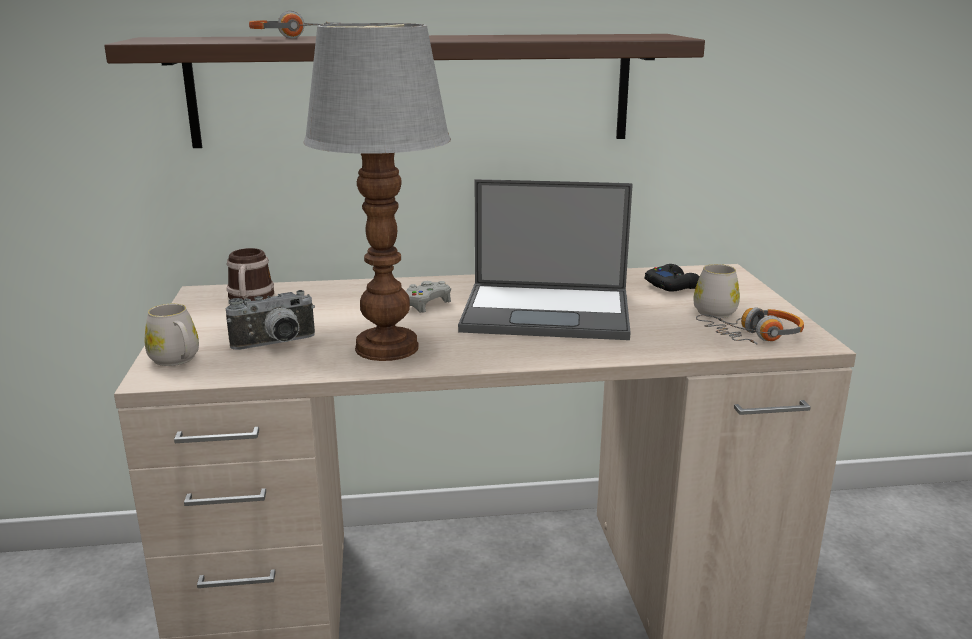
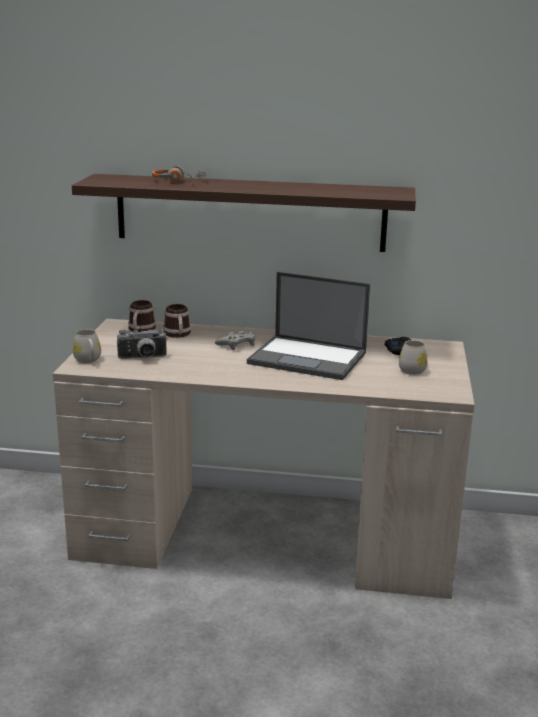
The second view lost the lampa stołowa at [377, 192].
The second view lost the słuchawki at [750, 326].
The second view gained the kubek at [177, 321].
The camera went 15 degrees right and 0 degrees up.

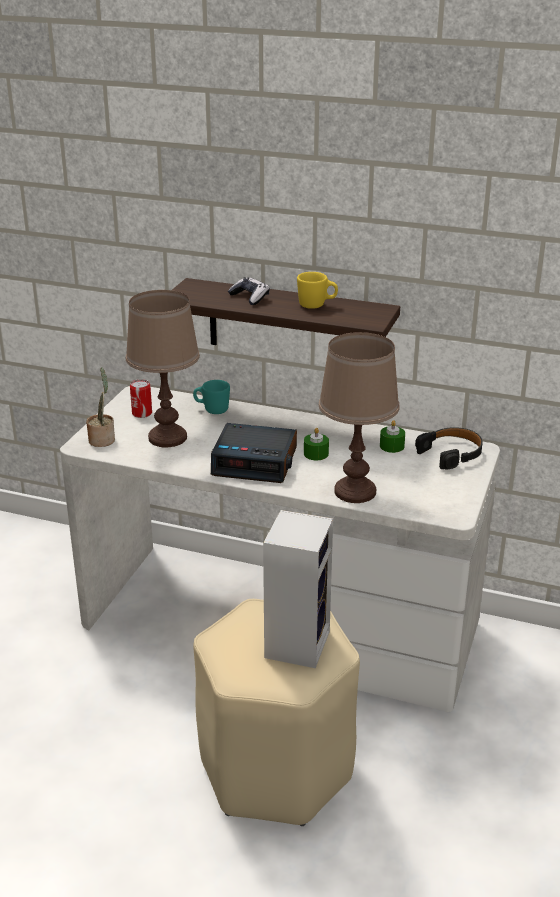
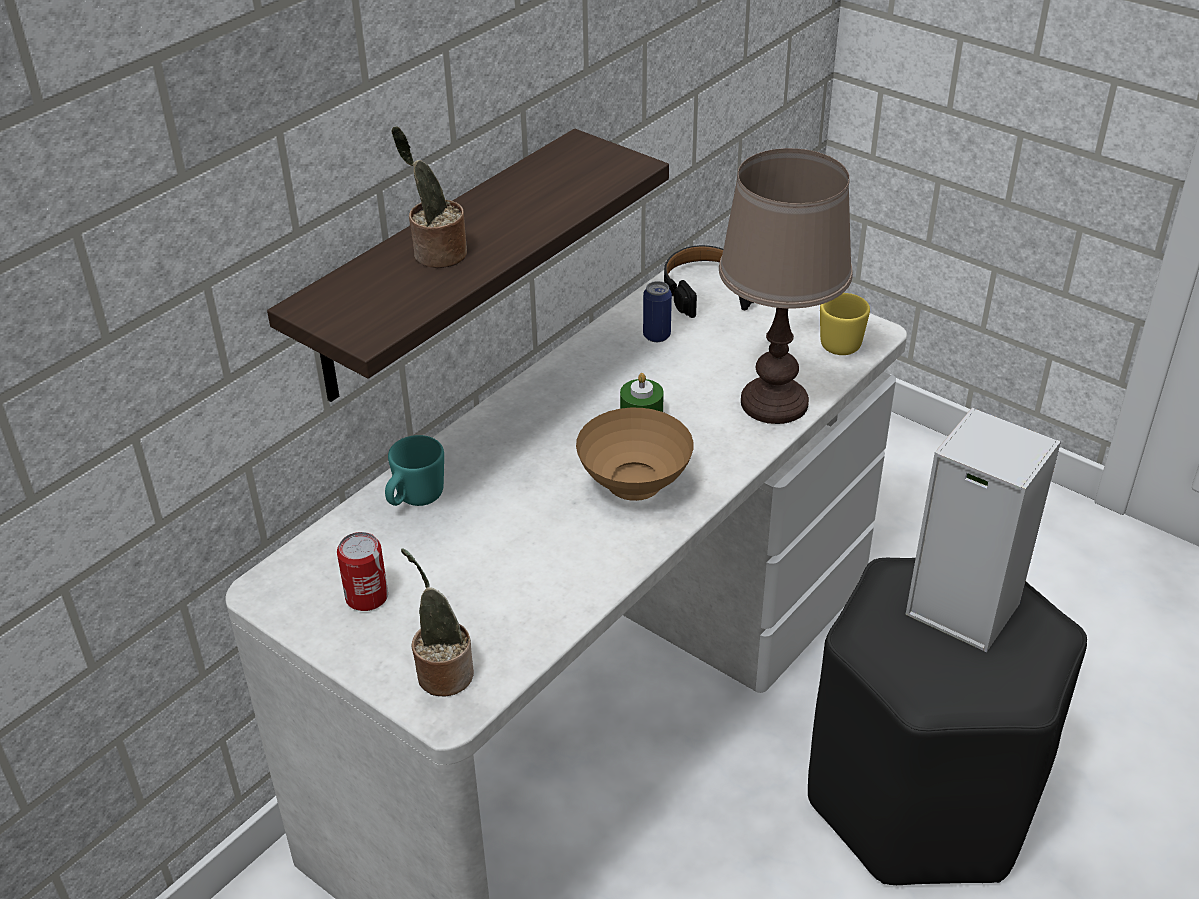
The second view lost the lampa stołowa [brązowy] at [163, 368].
What was the stołek [beżowy] at [276, 712] turned into the stołek [czarny] at [947, 721].
Where the budzik stood at [254, 453], the miska [brązowy] came to stand at [634, 454].
Where the pad do gier stood at [249, 291], the roślina doniczkowa came to stand at [429, 197].
The kubek [żółty] ended up elsewhere, having gone from [317, 290] to [845, 324].
Where the świeca [zielony] stood at [392, 436], the puszka came to stand at [657, 311].
The camera went 70 degrees left and 10 degrees up.

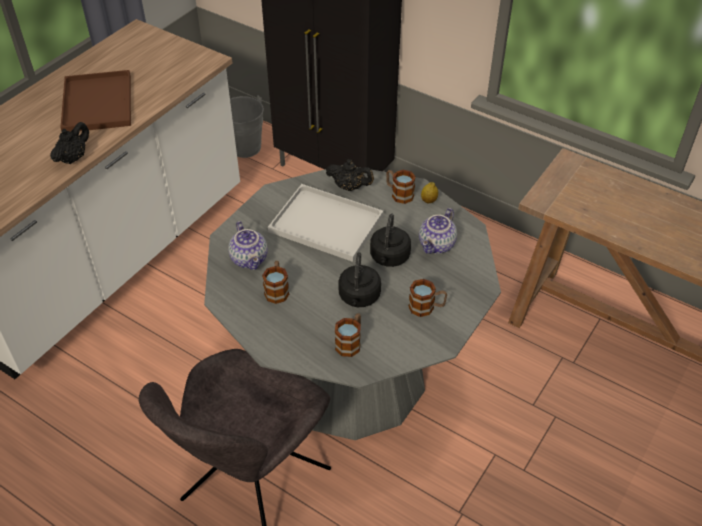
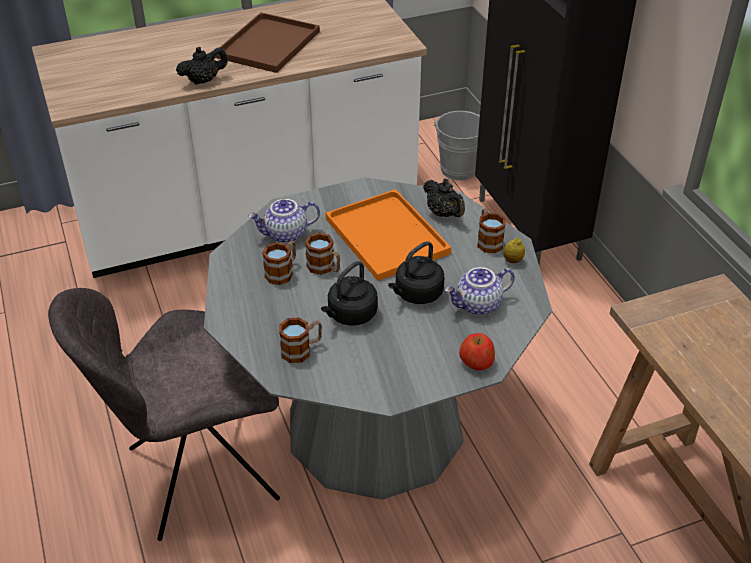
The imbryk at [248, 245] ended up facing another way, 60 degrees clockwise from before.
What was the taca [biały] at [326, 223] turned into the taca [pomarańczowy] at [388, 235].
The kubek ended up elsewhere, having gone from [427, 298] to [322, 254].
The second view gained the jabłko at [477, 352].
The camera went 35 degrees right and 5 degrees down.

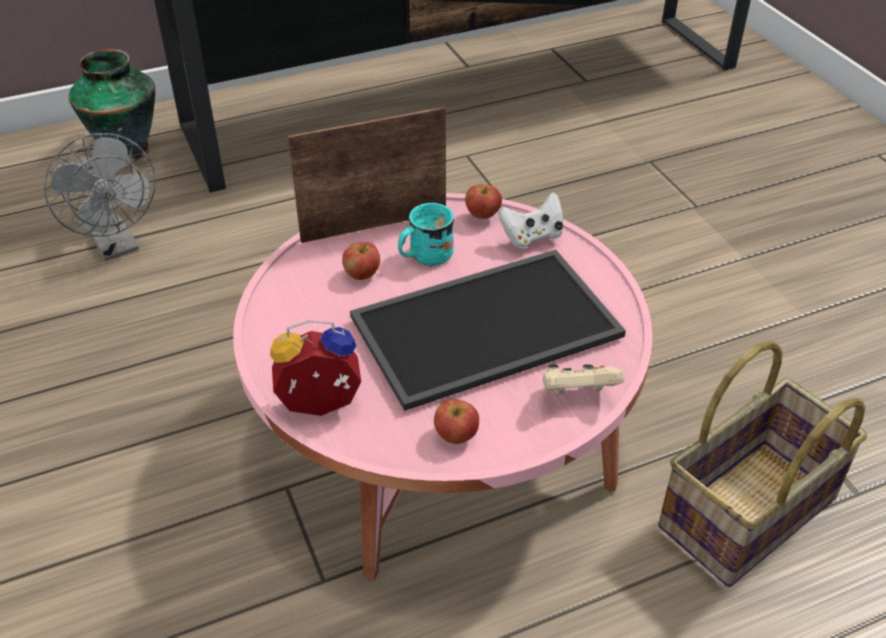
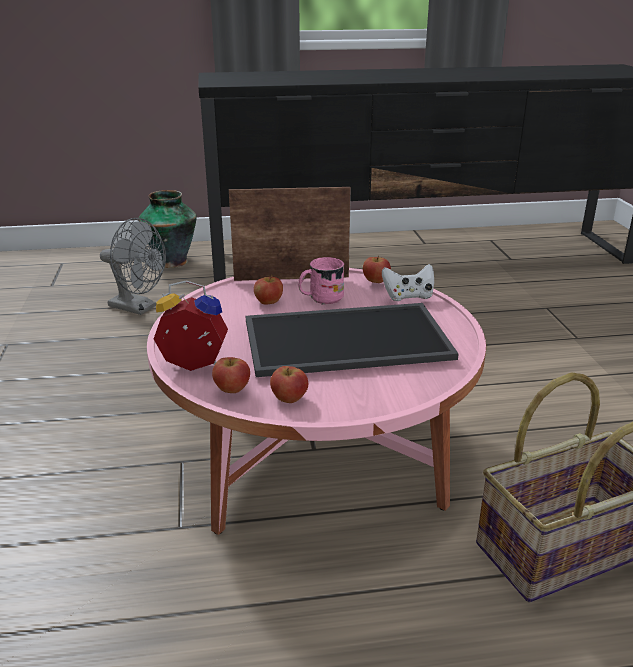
The wentylator [szary] at [100, 197] ended up facing another way, 45 degrees counterclockwise from before.
What was the kubek [turkusowy] at [426, 235] turned into the kubek [różowy] at [321, 281].
The second view lost the pad do gier [beżowy] at [584, 379].
The second view gained the jabłko at [231, 375].
The camera went 15 degrees right and 15 degrees down.

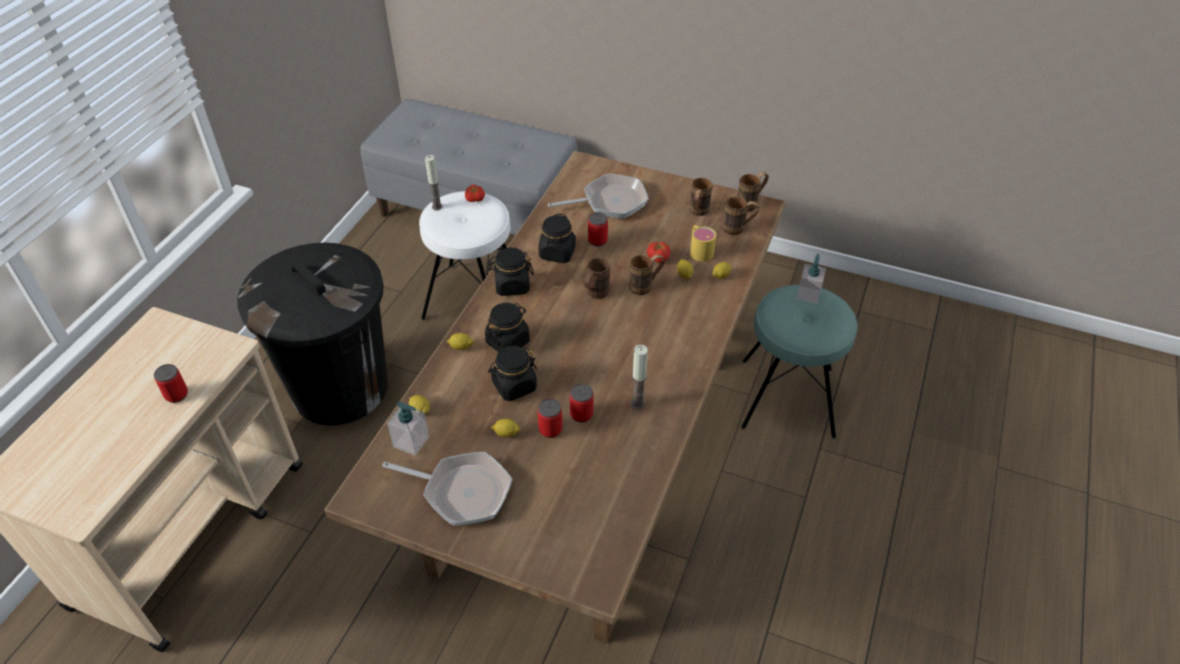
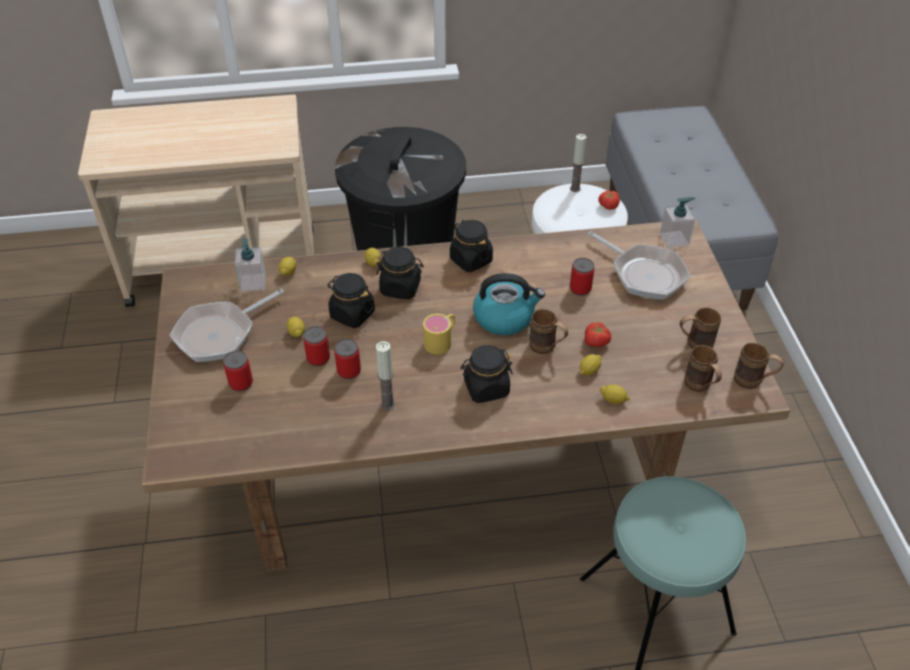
The puszka ended up elsewhere, having gone from [171, 383] to [238, 371].
The patelnia at [447, 489] ended up facing another way, 60 degrees clockwise from before.
The słoik [czarny] ended up elsewhere, having gone from [557, 238] to [486, 374].
Where the kubek [brązowy] stood at [597, 278], the czajnik came to stand at [509, 304].
The kubek [żółty] ended up elsewhere, having gone from [703, 243] to [439, 334].
The dozownik mydła ended up elsewhere, having gone from [811, 279] to [677, 222].
The camera went 60 degrees right and 0 degrees up.

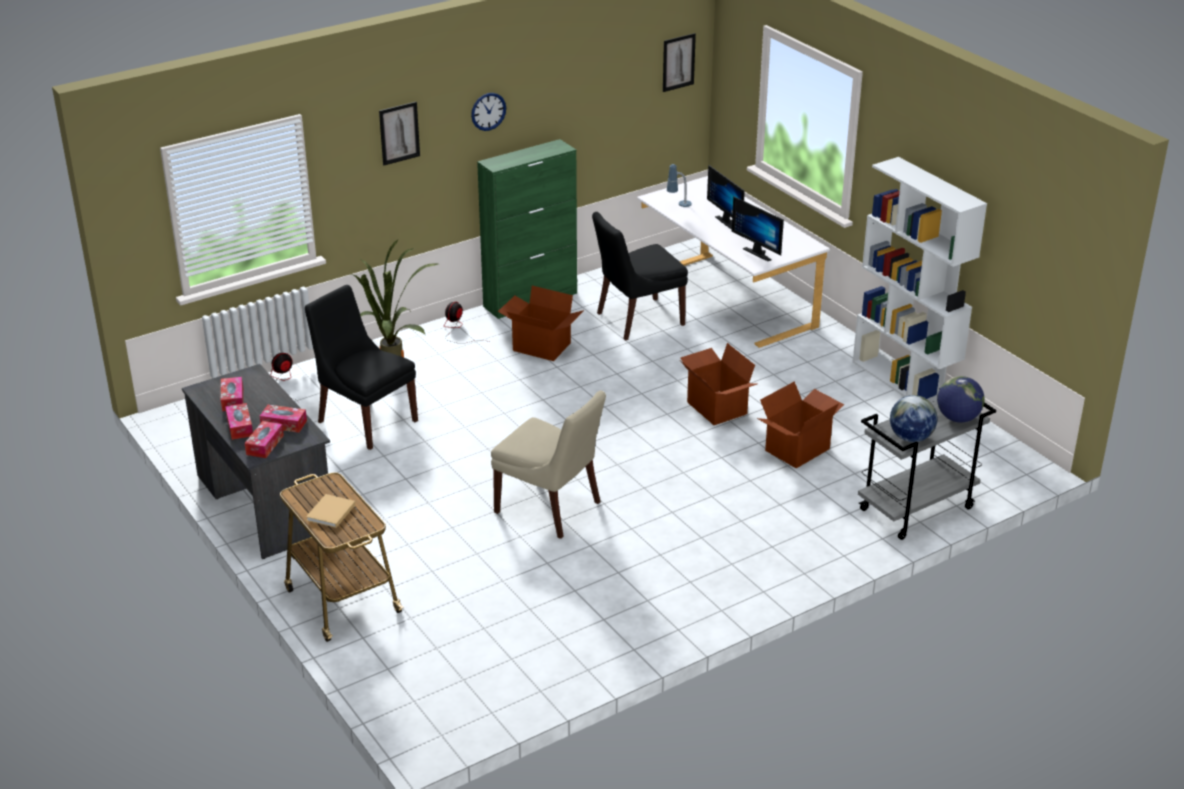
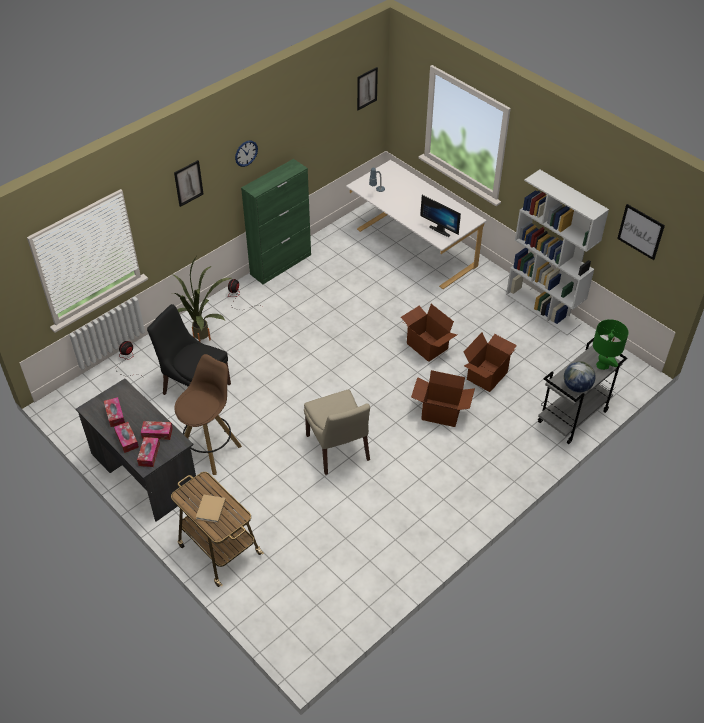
The krzesło [beżowy] at [548, 465] ended up facing another way, 45 degrees clockwise from before.
The karton ended up elsewhere, having gone from [541, 323] to [443, 398].
The second view lost the krzesło [czarny] at [640, 276].
The second view lost the monitor at [726, 197].
Where the globus stood at [961, 399], the lampa stołowa [zielony] came to stand at [611, 344].
The second view gained the stołek [brązowy] at [208, 414].
The second view gained the obraz at [641, 232].
The camera went 10 degrees left and 15 degrees up.

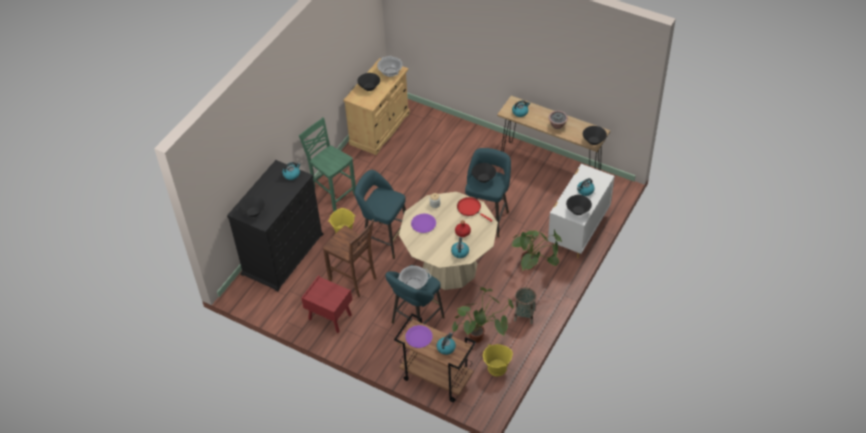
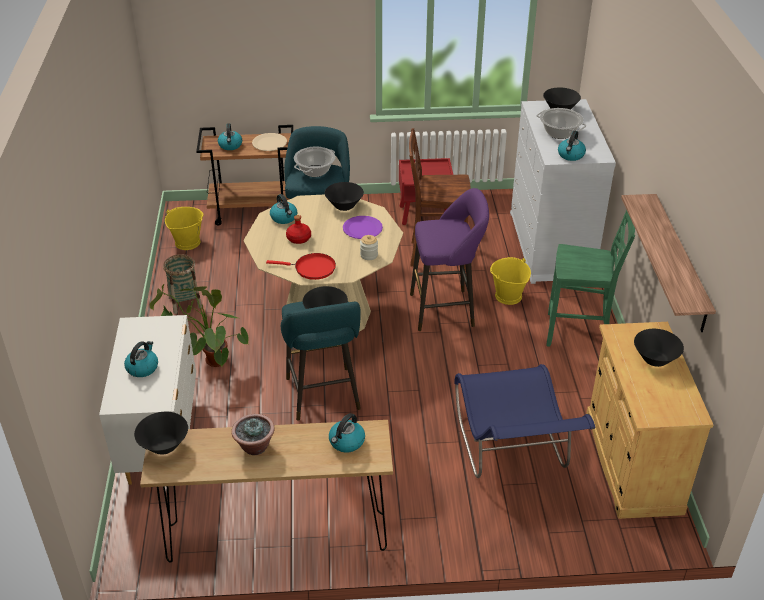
What was the komoda [czarny] at [275, 226] turned into the komoda [biały] at [563, 191].
What was the stołek [turkusowy] at [380, 214] turned into the stołek [fioletowy] at [449, 259].
The garnek ended up elsewhere, having gone from [390, 66] to [561, 123].
What was the talerz [fioletowy] at [419, 336] turned into the talerz [beżowy] at [269, 142].
The second view lost the roślina doniczkowa at [483, 315].
The miska [czarny] ended up elsewhere, having gone from [579, 205] to [344, 196].
The second view gained the krzesło [niebieski] at [525, 421].
The second view gained the półka at [668, 263].
The camera went 145 degrees right and 10 degrees down.

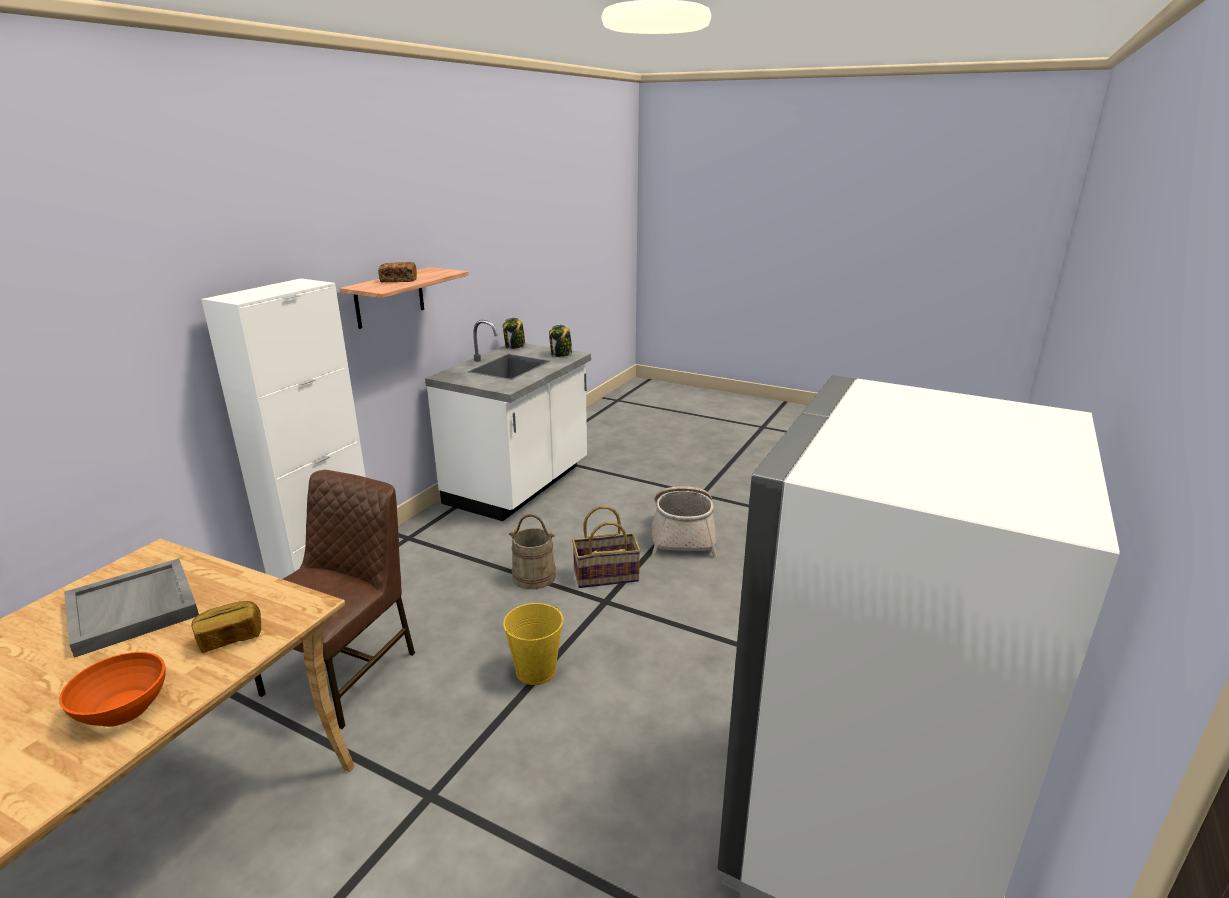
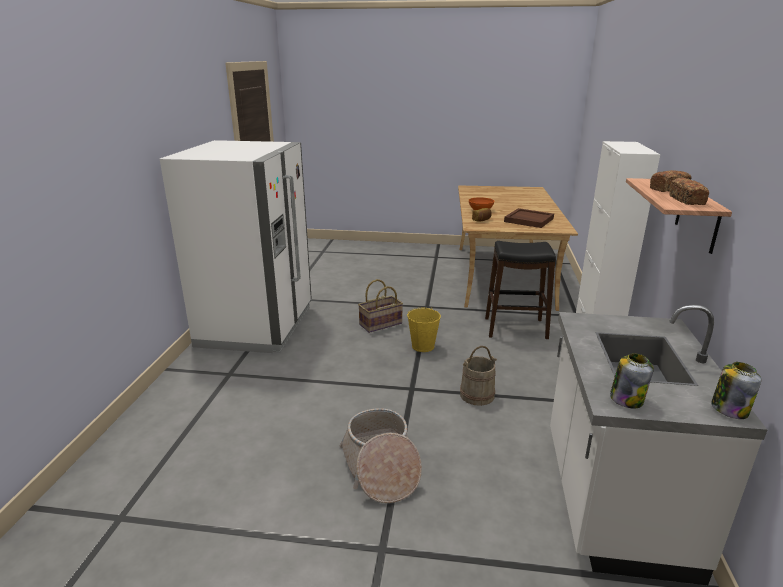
What was the taca [szary] at [131, 608] turned into the taca [brązowy] at [529, 218].
Where the krzesło [brązowy] stood at [335, 599], the stołek [czarny] came to stand at [520, 290].
The koszyk ended up elsewhere, having gone from [606, 547] to [380, 306].
The second view gained the chleb at [689, 191].
The camera went 160 degrees right and 0 degrees up.

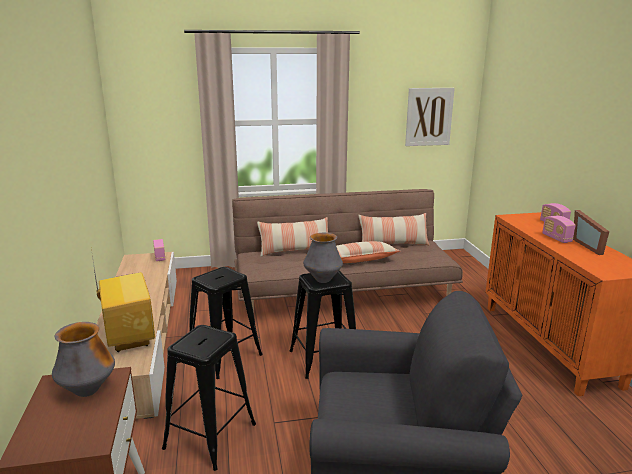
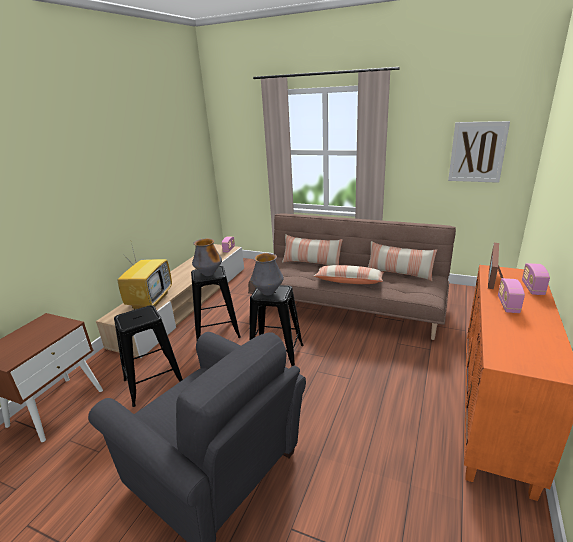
The wazon ended up elsewhere, having gone from [83, 359] to [207, 257].
The ramka na zdjęcie ended up elsewhere, having gone from [591, 232] to [495, 266].
The camera went 35 degrees right and 5 degrees up.

